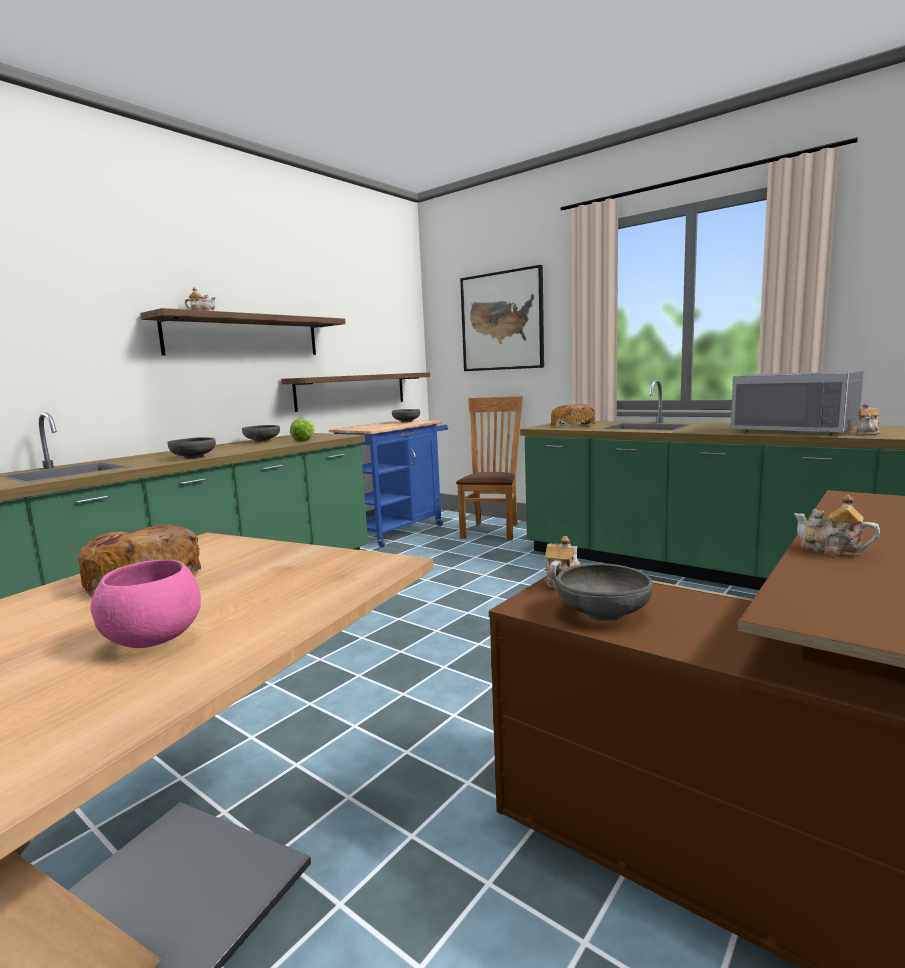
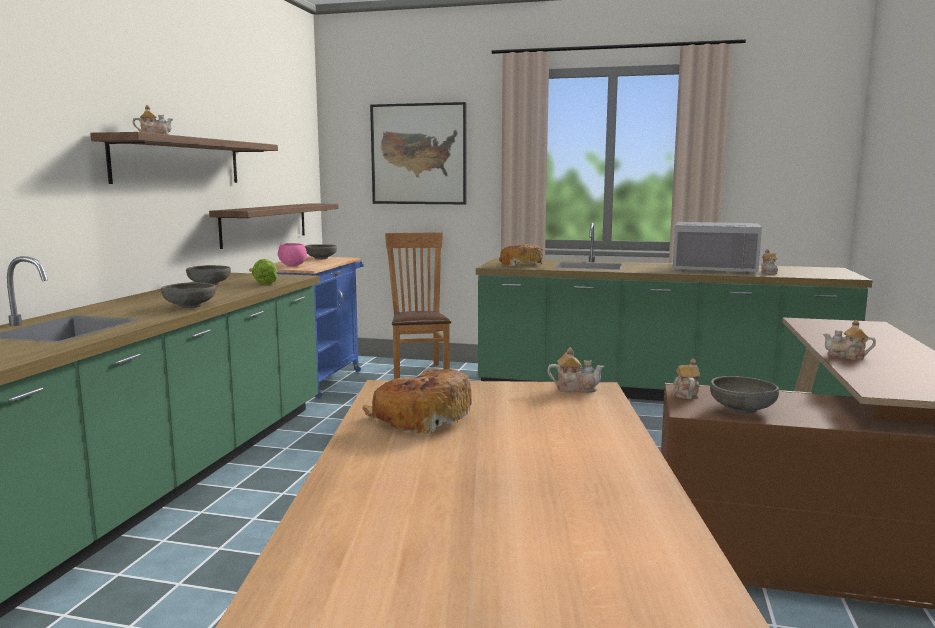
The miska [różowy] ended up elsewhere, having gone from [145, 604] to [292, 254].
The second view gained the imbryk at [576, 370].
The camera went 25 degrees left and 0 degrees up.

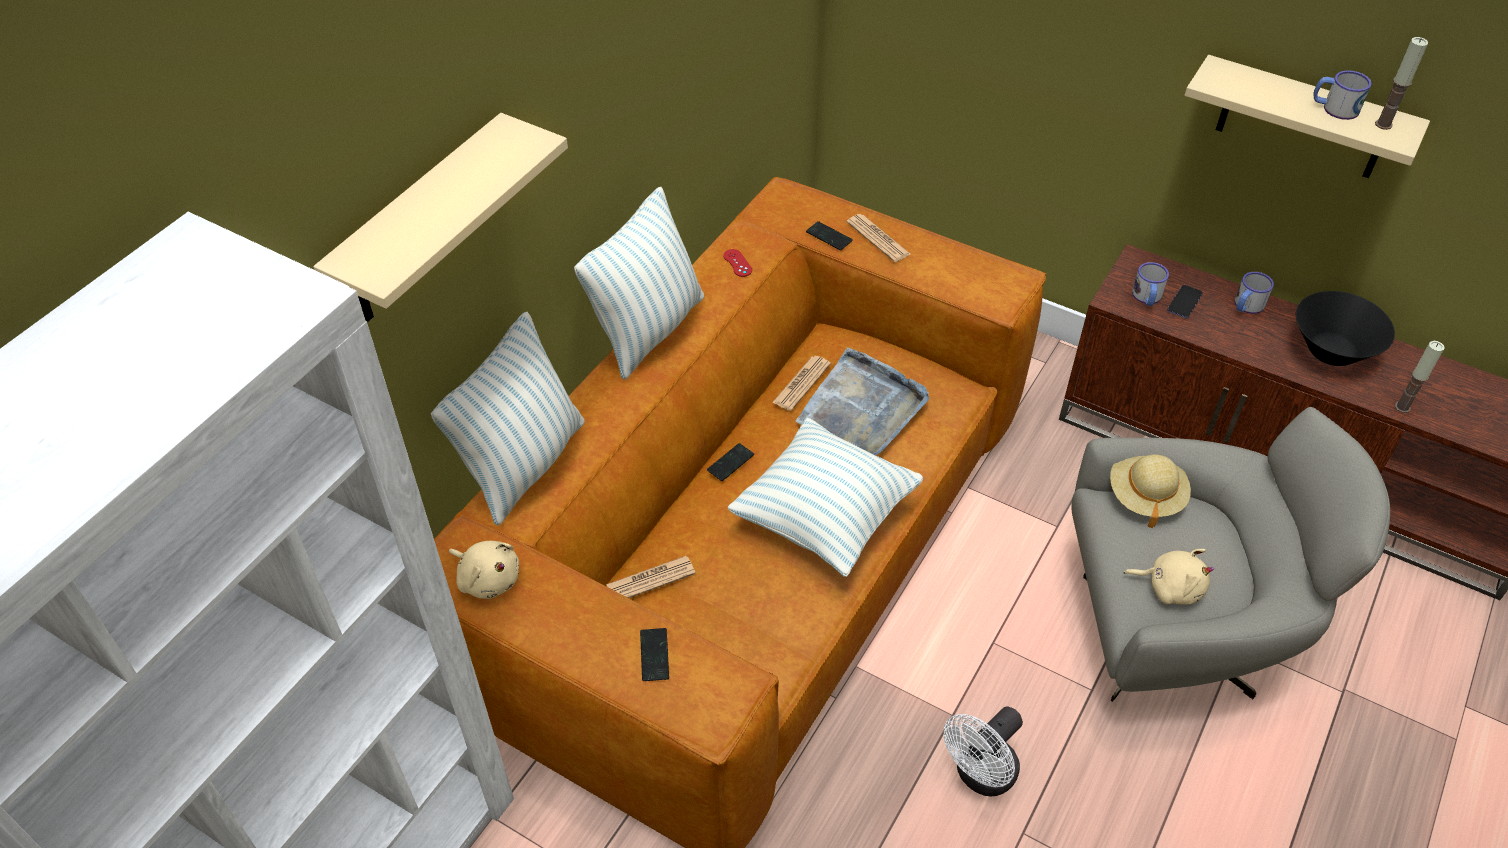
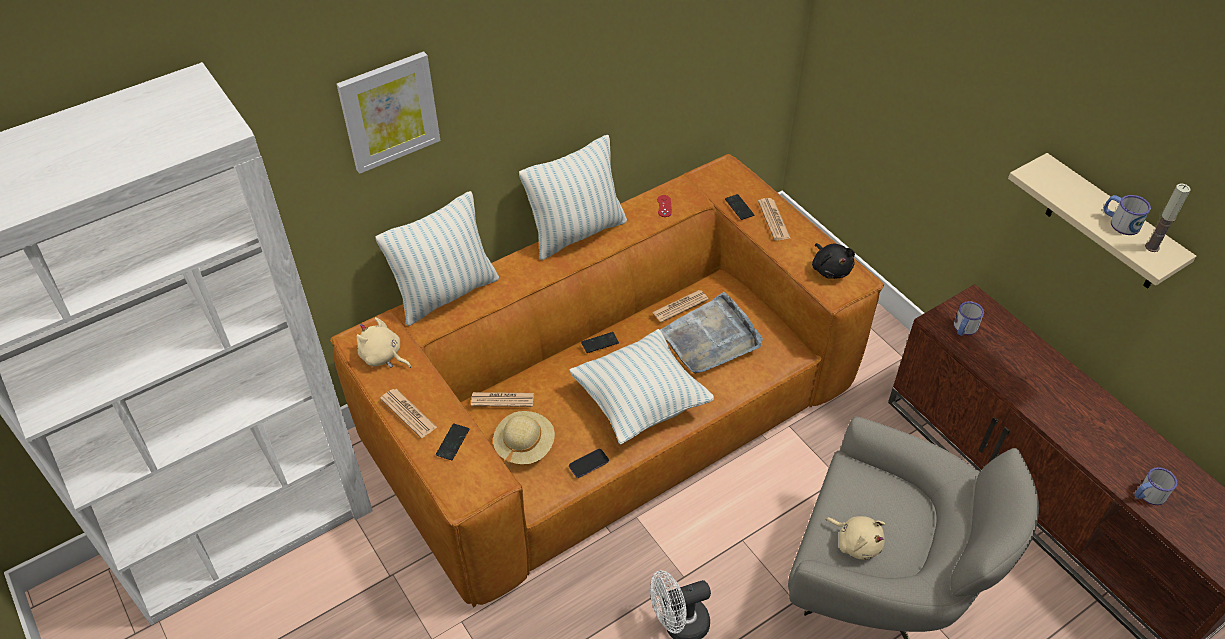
Where the półka [beżowy] hung at [440, 217], the obraz came to hang at [388, 112].
The pluszak [beżowy] at [484, 570] ended up facing another way, 150 degrees clockwise from before.
The kapelusz [beżowy] ended up elsewhere, having gone from [1150, 491] to [524, 440].
The telefon ended up elsewhere, having gone from [1185, 302] to [589, 463].
The kubek ended up elsewhere, having gone from [1254, 293] to [1155, 486].
The second view lost the miska [czarny] at [1345, 328].
The second view lost the świeca at [1420, 377].
The second view gained the gazeta at [408, 413].
The second view gained the pluszak [czarny] at [833, 261].
The camera went 25 degrees right and 0 degrees up.

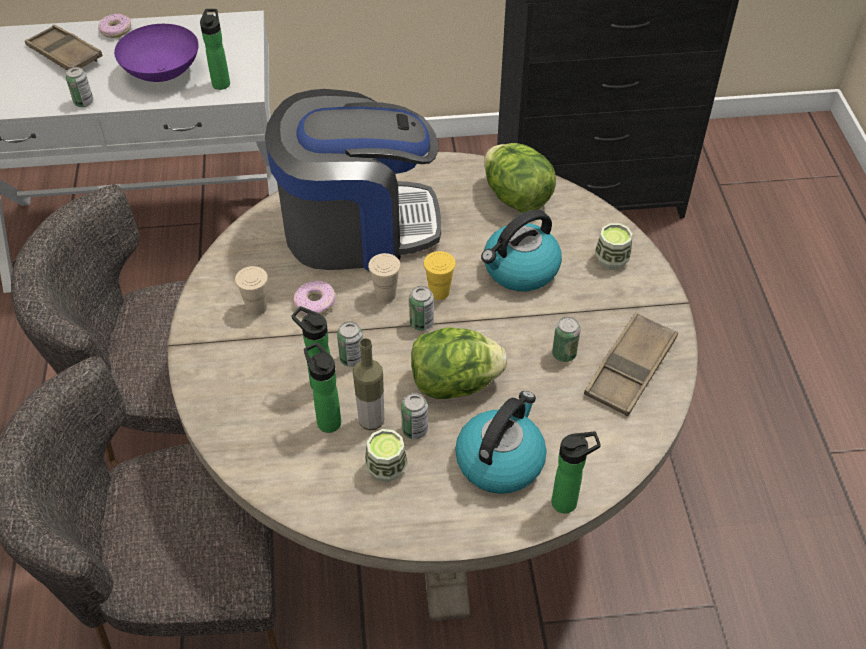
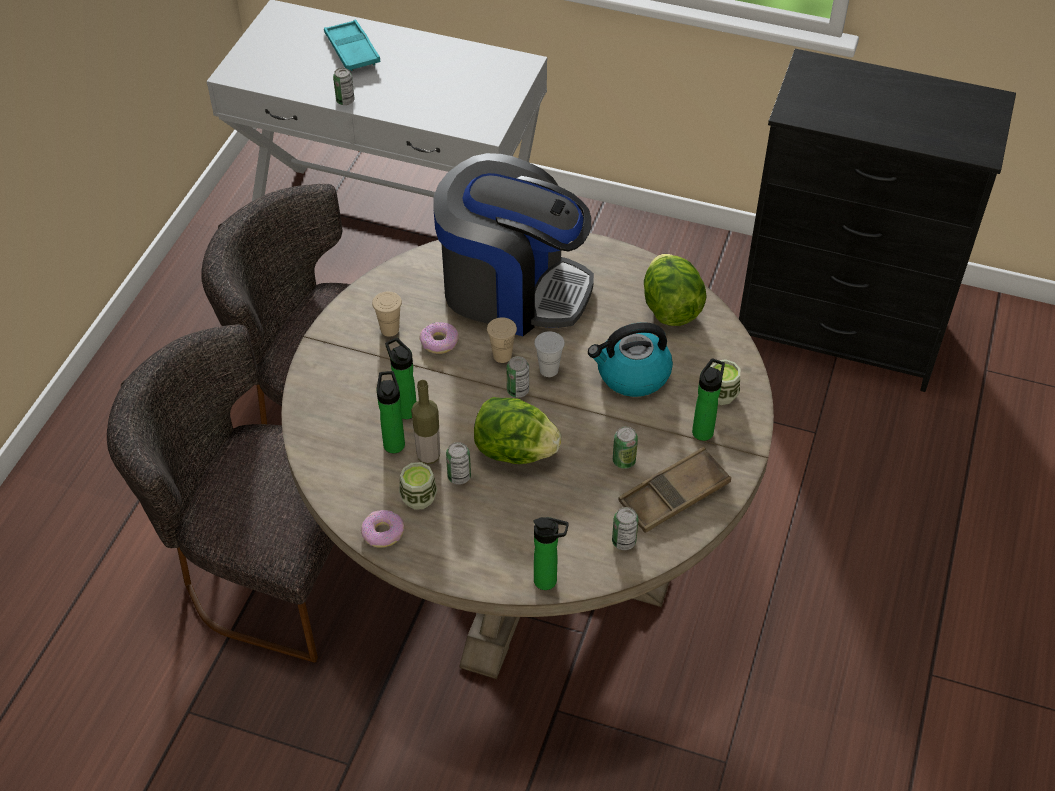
What was the taca [brązowy] at [64, 47] turned into the taca [turkusowy] at [352, 45].
The donut ended up elsewhere, having gone from [114, 25] to [383, 529].
The second view lost the miska [fioletowy] at [156, 53].
The butelka ended up elsewhere, having gone from [215, 49] to [708, 399].
The puszka ended up elsewhere, having gone from [350, 344] to [625, 528].
What was the filiżanka [żółty] at [439, 275] turned into the filiżanka [biały] at [549, 354].
The second view lost the czajnik at [501, 442].
The camera went 25 degrees right and 0 degrees up.

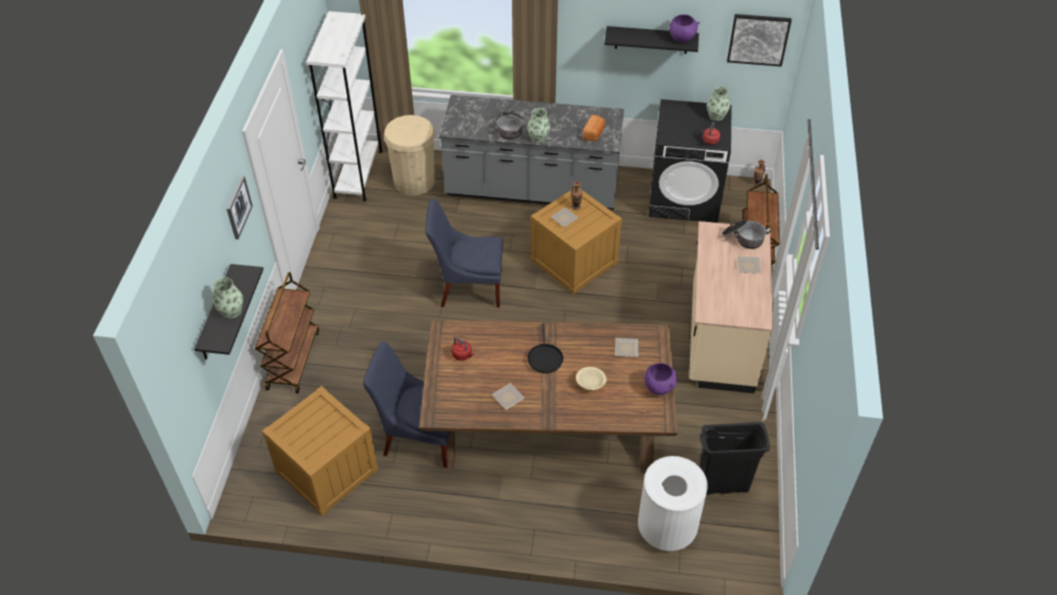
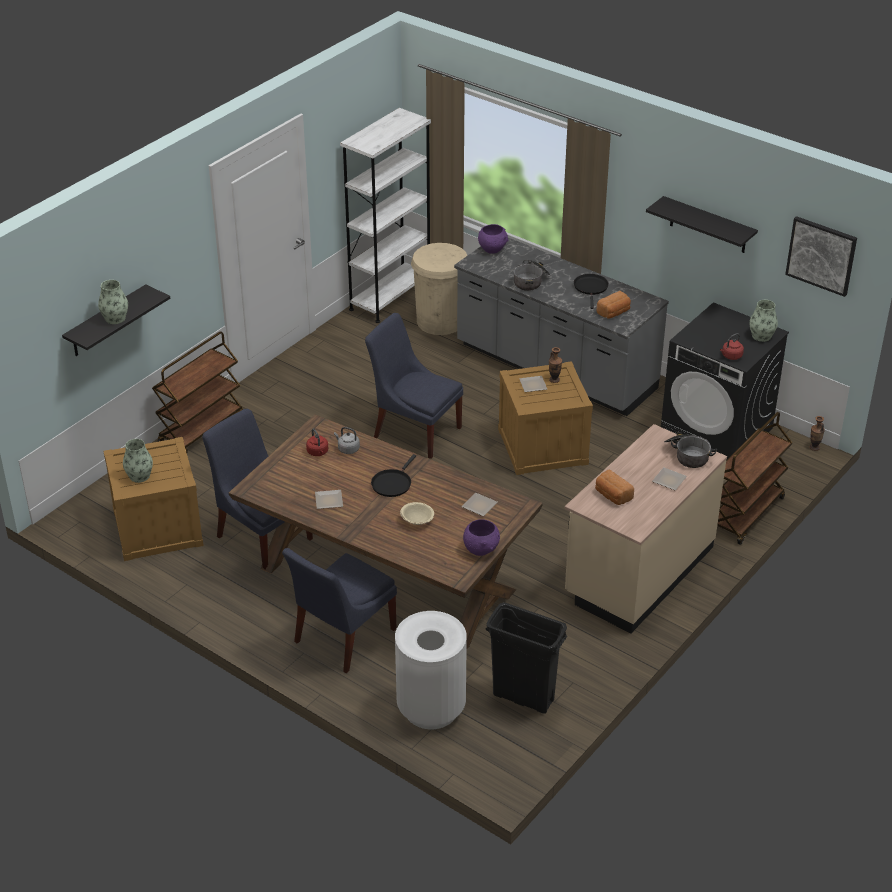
The second view lost the obraz at [240, 207].
The wazon ended up elsewhere, having gone from [538, 125] to [138, 461].
The miska [fioletowy] ended up elsewhere, having gone from [684, 28] to [493, 239].
The second view gained the krzesło [niebieski] at [339, 610].
The second view gained the czajnik [szary] at [347, 440].
The second view gained the patelnia [czarny] at [591, 291].
The second view gained the chleb at [614, 487].
The camera went 30 degrees right and 10 degrees down.

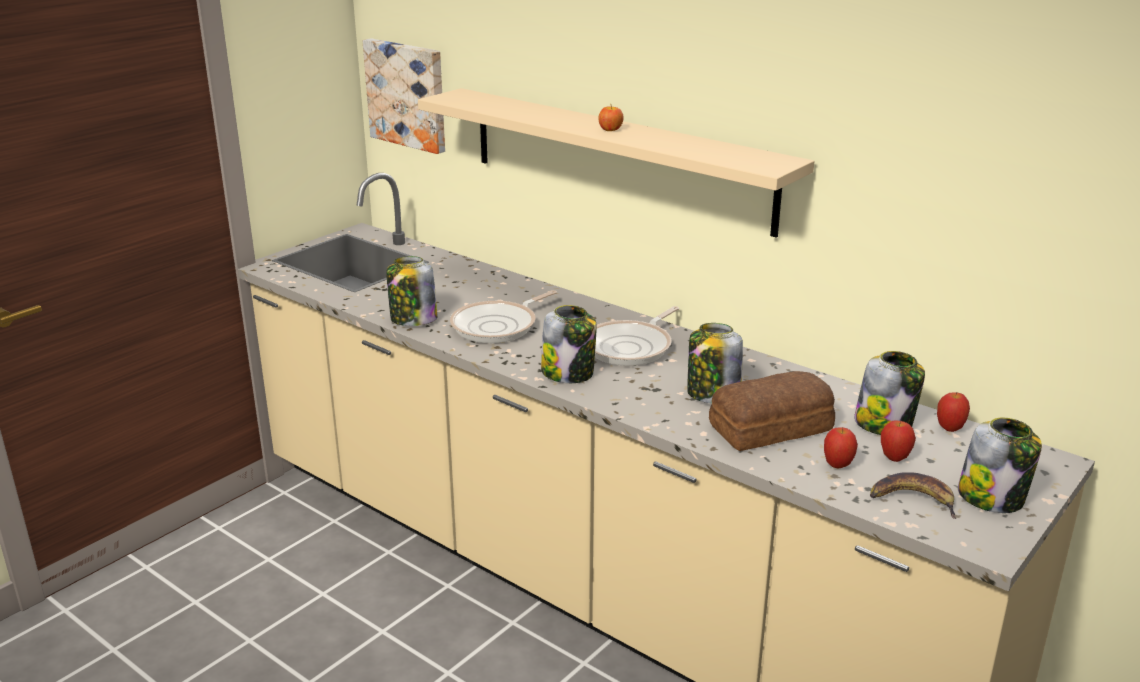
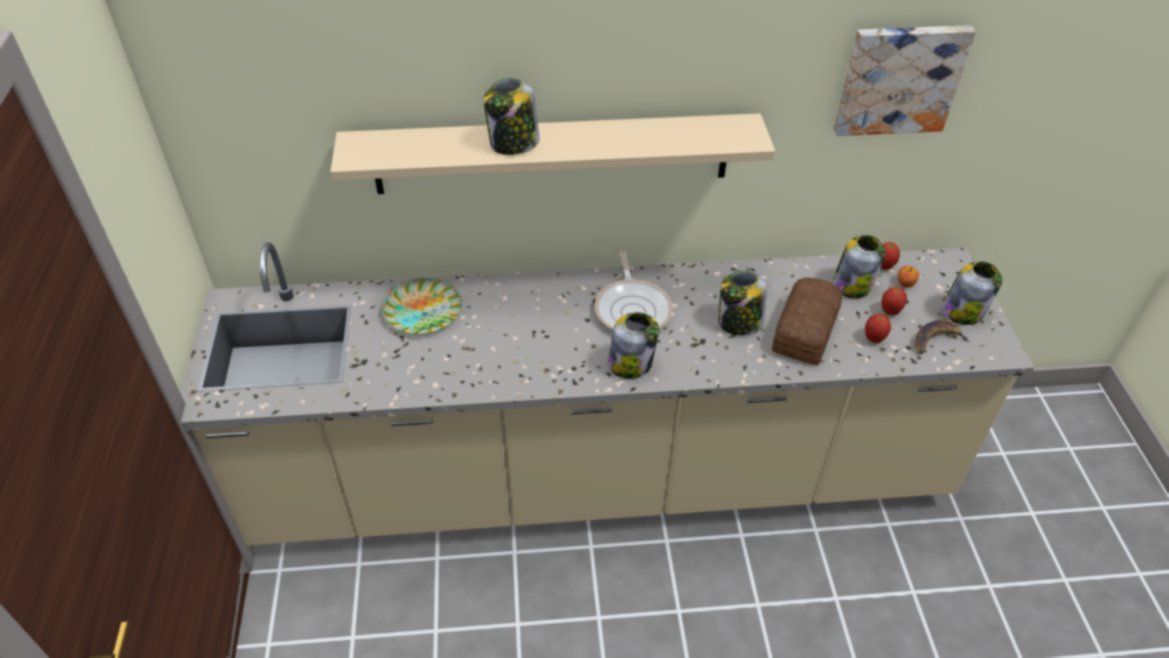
The obraz ended up elsewhere, having gone from [403, 96] to [905, 80].
The słoik ended up elsewhere, having gone from [411, 291] to [511, 116].
The second view lost the patelnia at [503, 316].
The jabłko ended up elsewhere, having gone from [610, 117] to [908, 277].
The second view gained the talerz at [422, 306].
The camera went 45 degrees left and 20 degrees up.

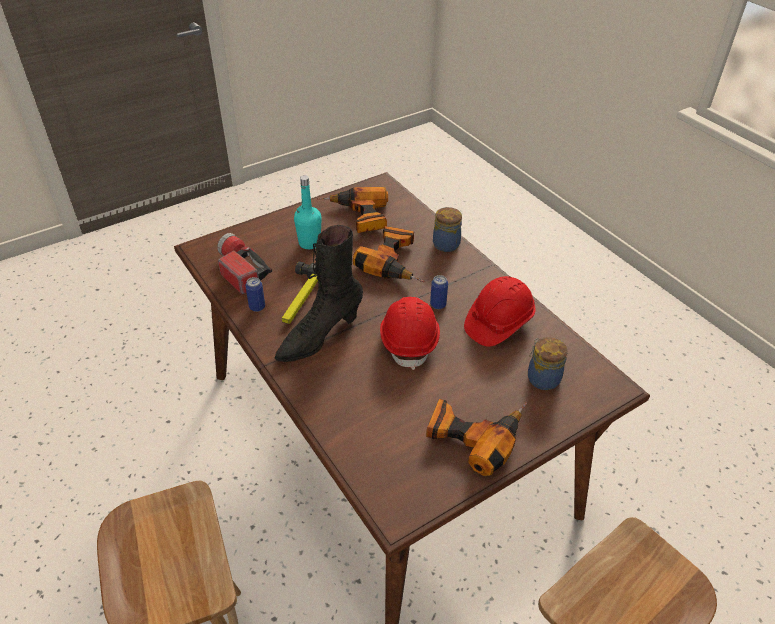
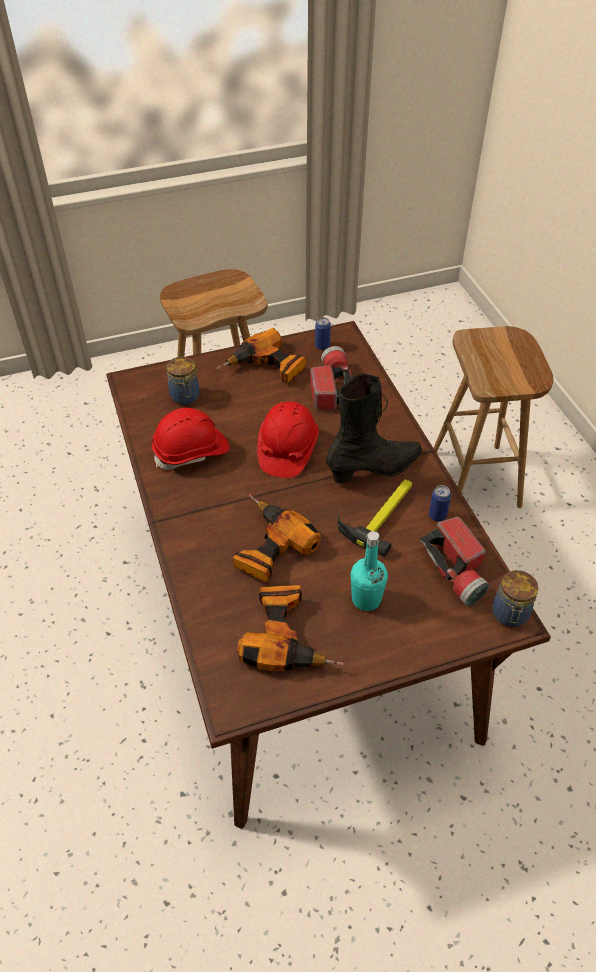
The puszka ended up elsewhere, having gone from [439, 292] to [323, 333].
The słoik ended up elsewhere, having gone from [447, 229] to [515, 598].
The second view gained the latarka at [330, 378].
The camera went 165 degrees left and 5 degrees up.

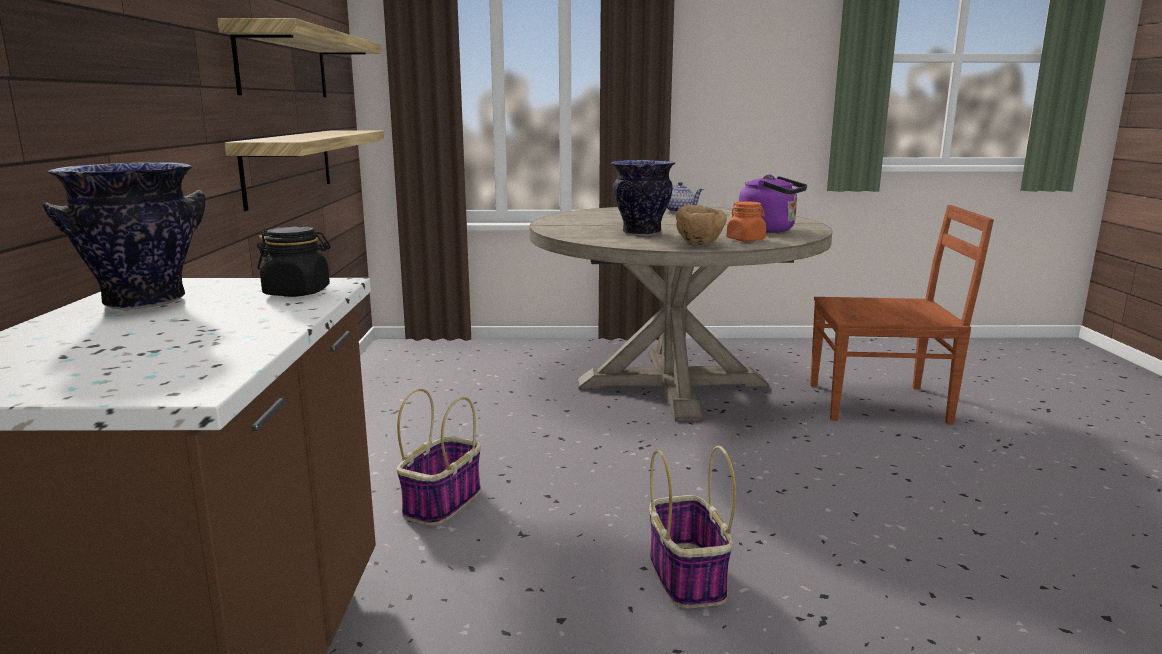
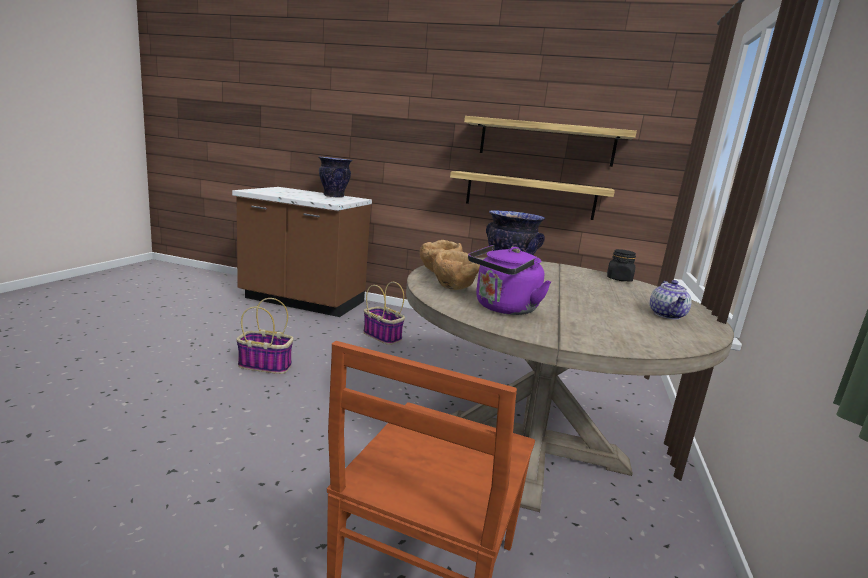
The słoik [czarny] ended up elsewhere, having gone from [294, 261] to [621, 265].
Where the słoik [pomarańczowy] stood at [746, 221], the miska [brązowy] came to stand at [456, 270].
The camera went 105 degrees right and 0 degrees up.

